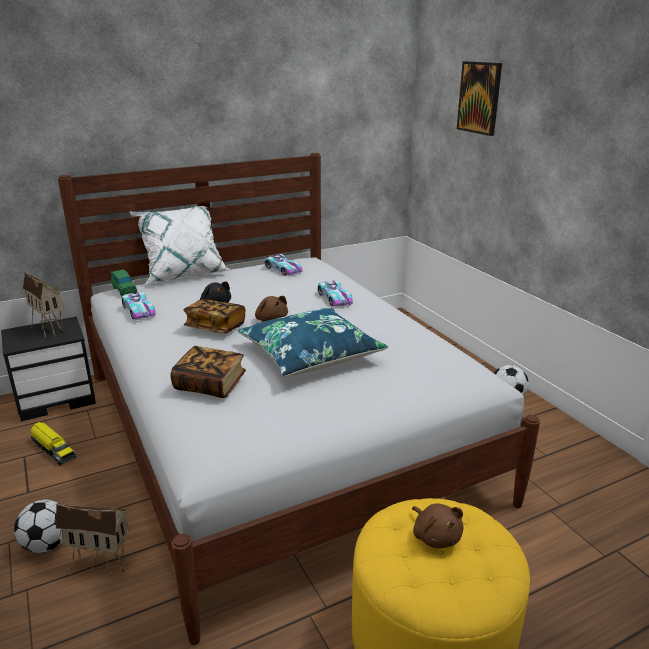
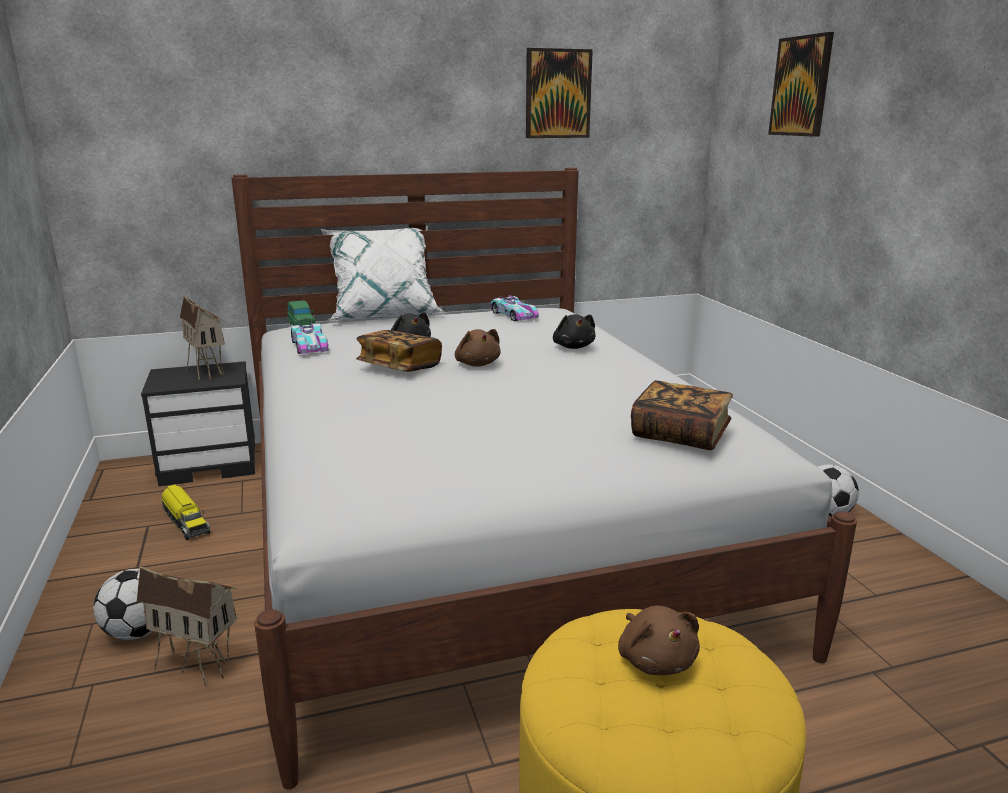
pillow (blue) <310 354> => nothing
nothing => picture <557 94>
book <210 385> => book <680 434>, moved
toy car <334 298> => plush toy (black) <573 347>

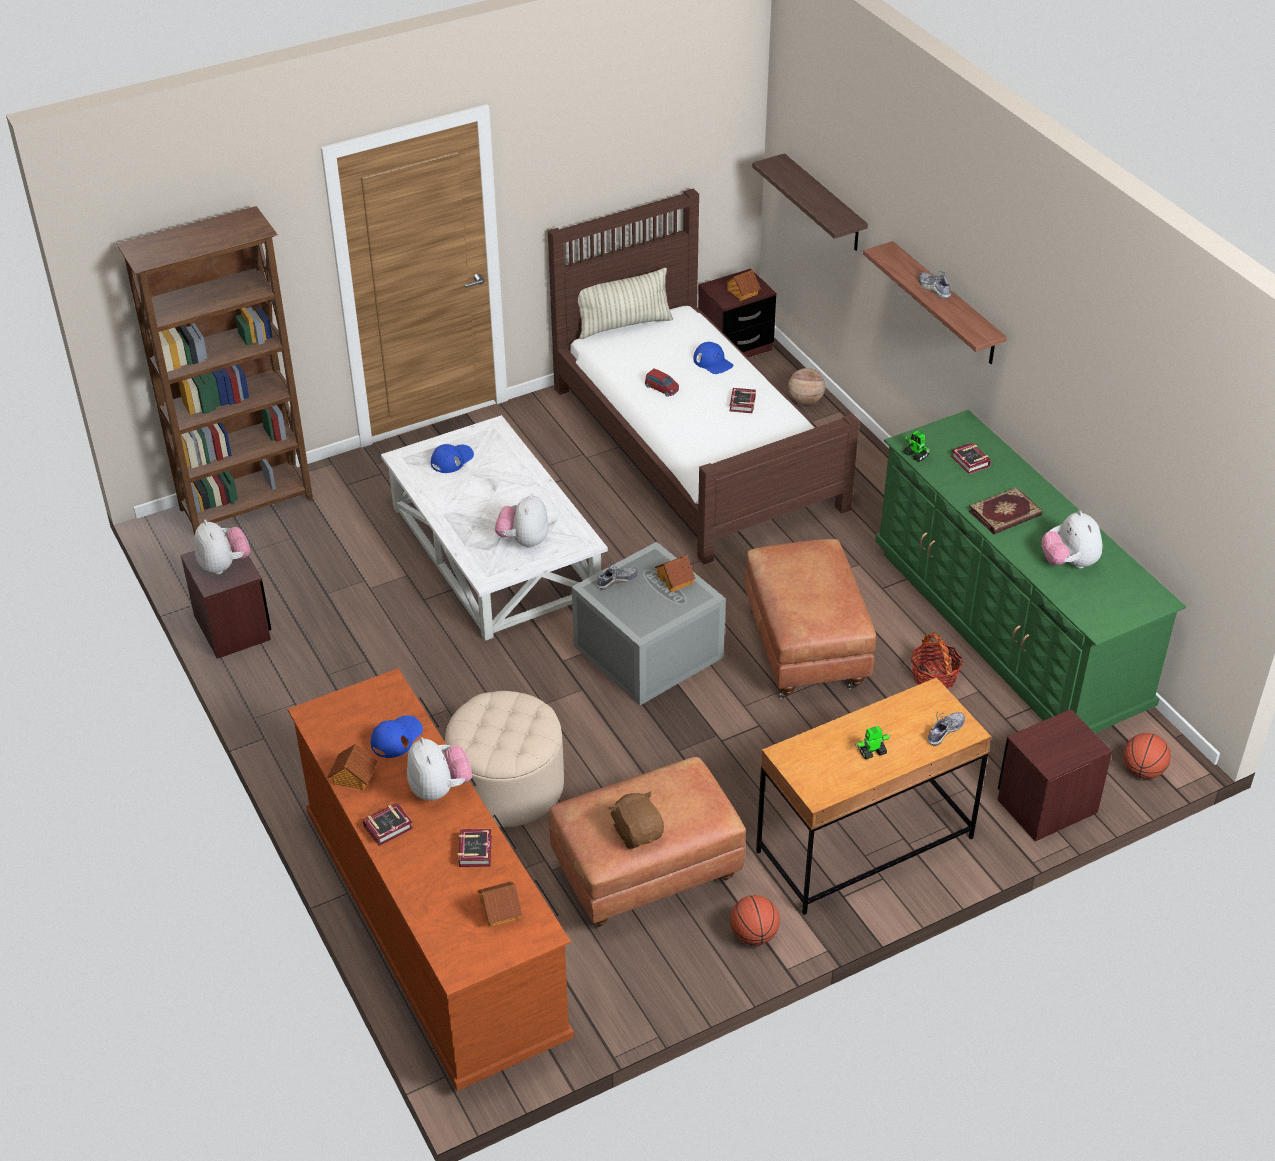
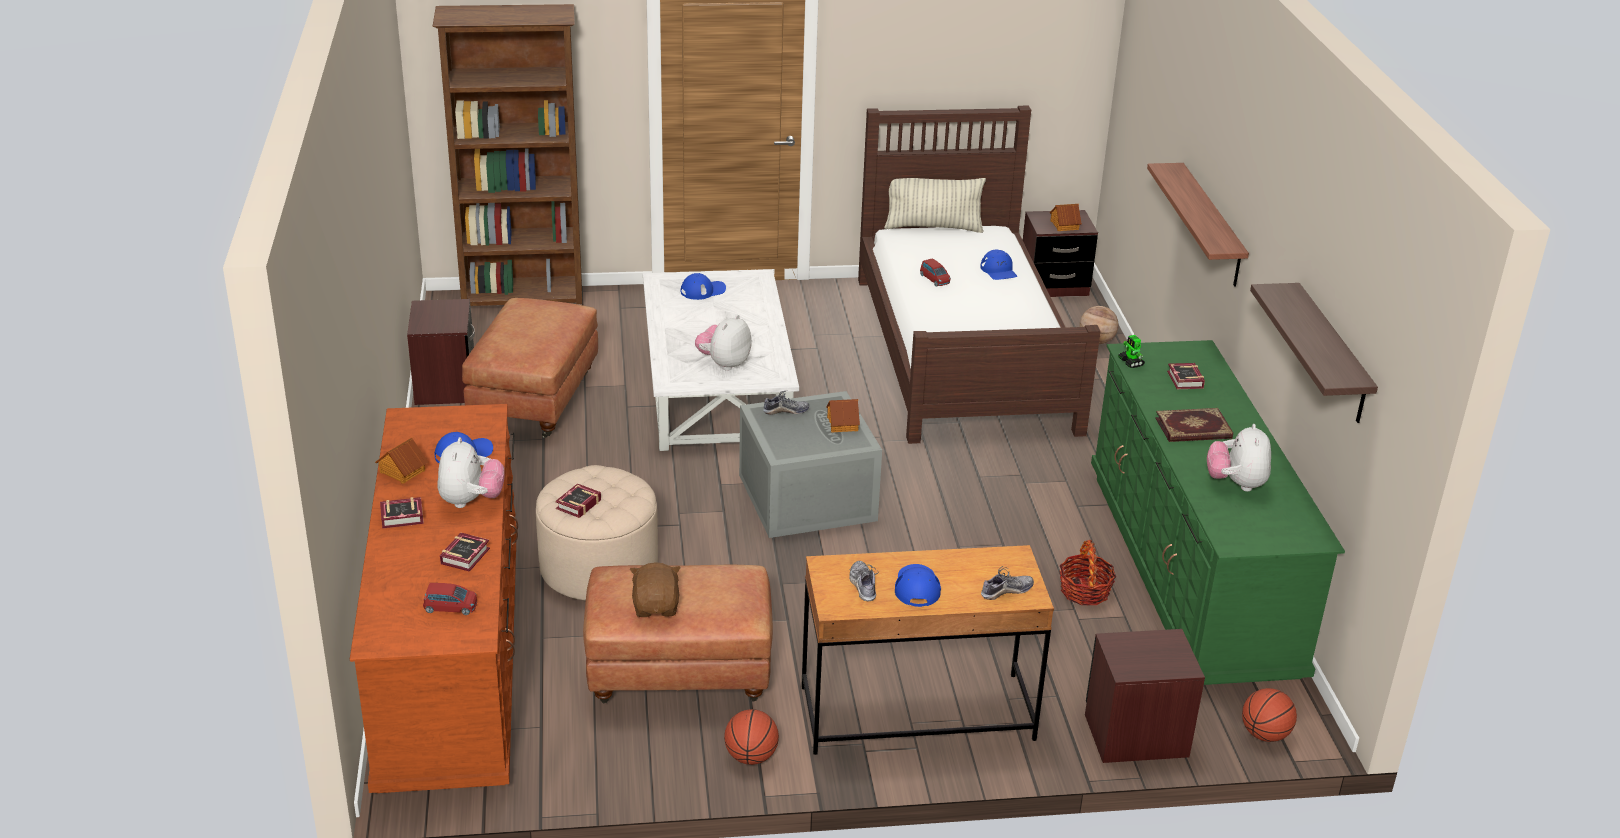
plush toy <224 565> => nothing
book <741 404> => book <576 505>, moved
ottoman (brown) <806 650> => ottoman (brown) <535 403>, moved
shelf <824 204> => shelf <1332 355>, moved
shoe <934 289> => shoe <863 585>, moved
toy house <499 909> => toy car (red) <451 607>
toy robot <871 751> => cap (blue) <917 587>

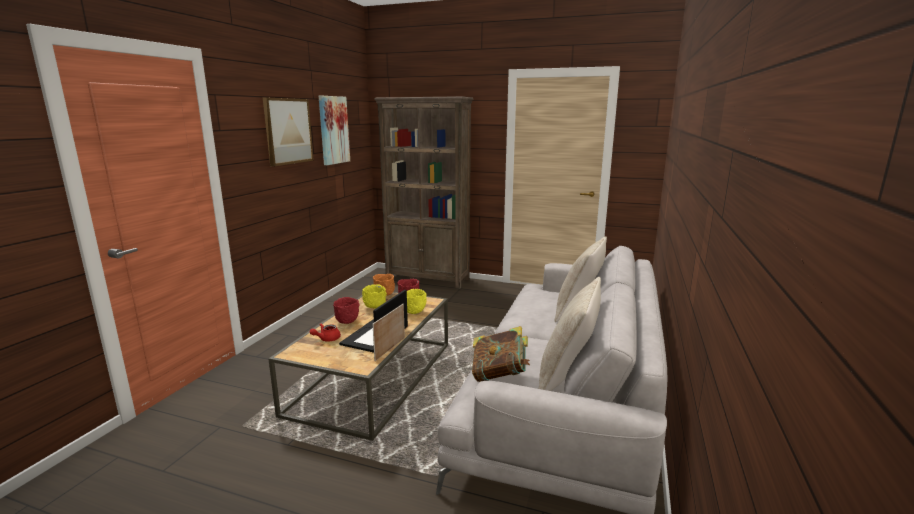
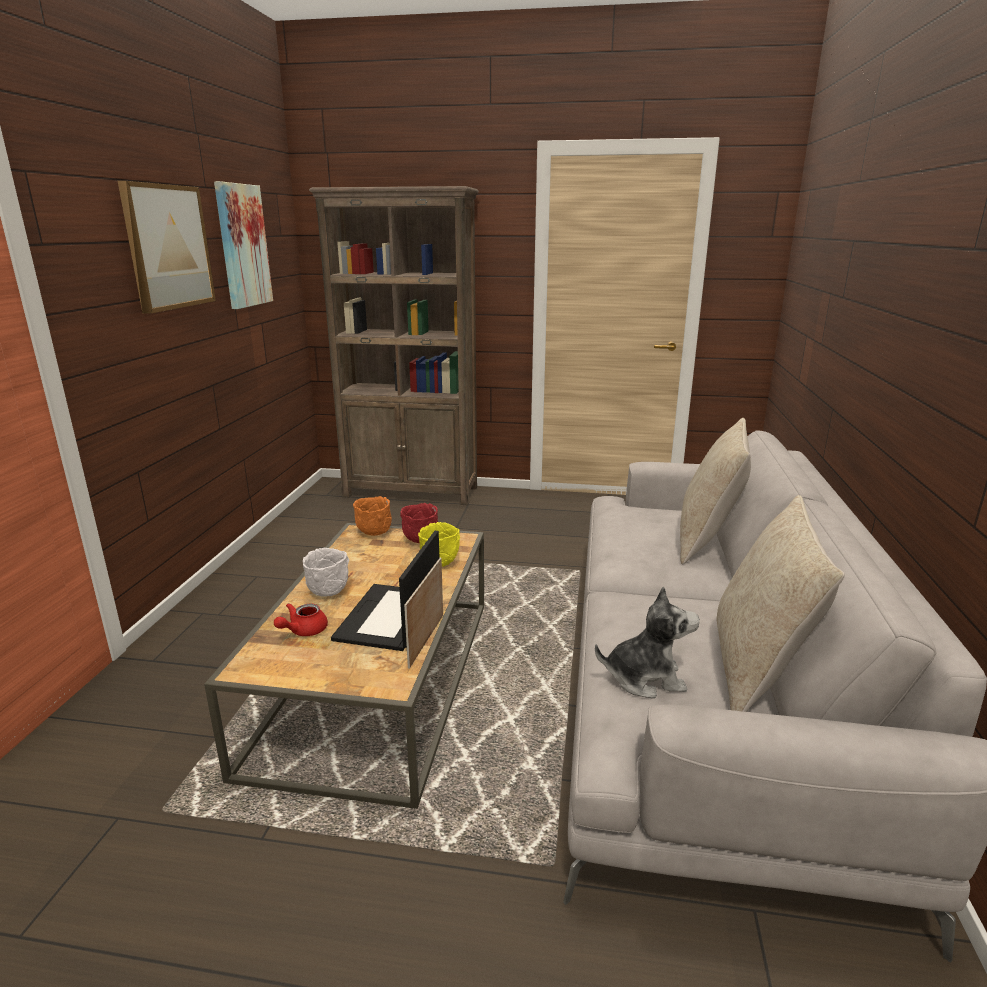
bowl (yellow) <374 307> => nothing
book <499 375> => plush toy <645 678>
bowl (red) <347 321> => bowl (white) <329 591>

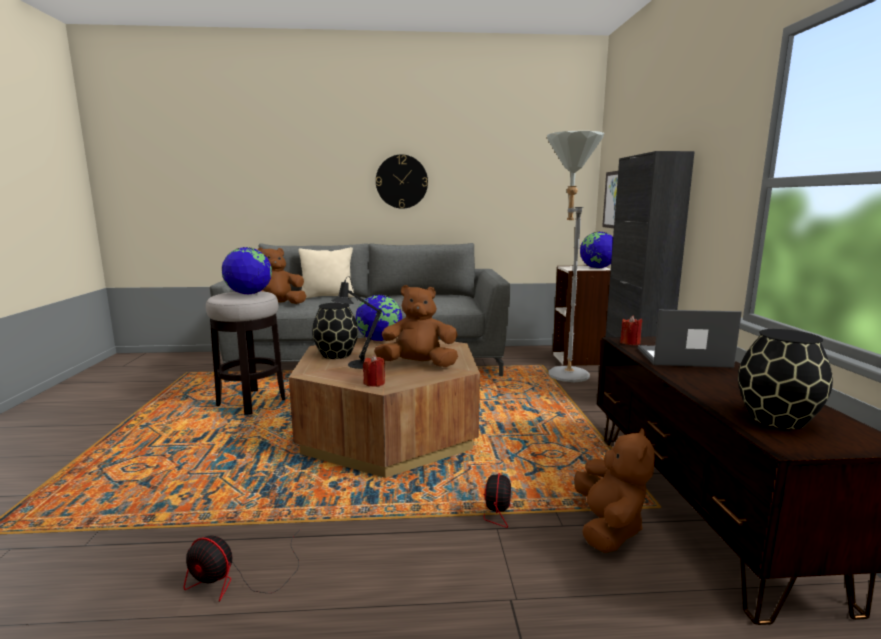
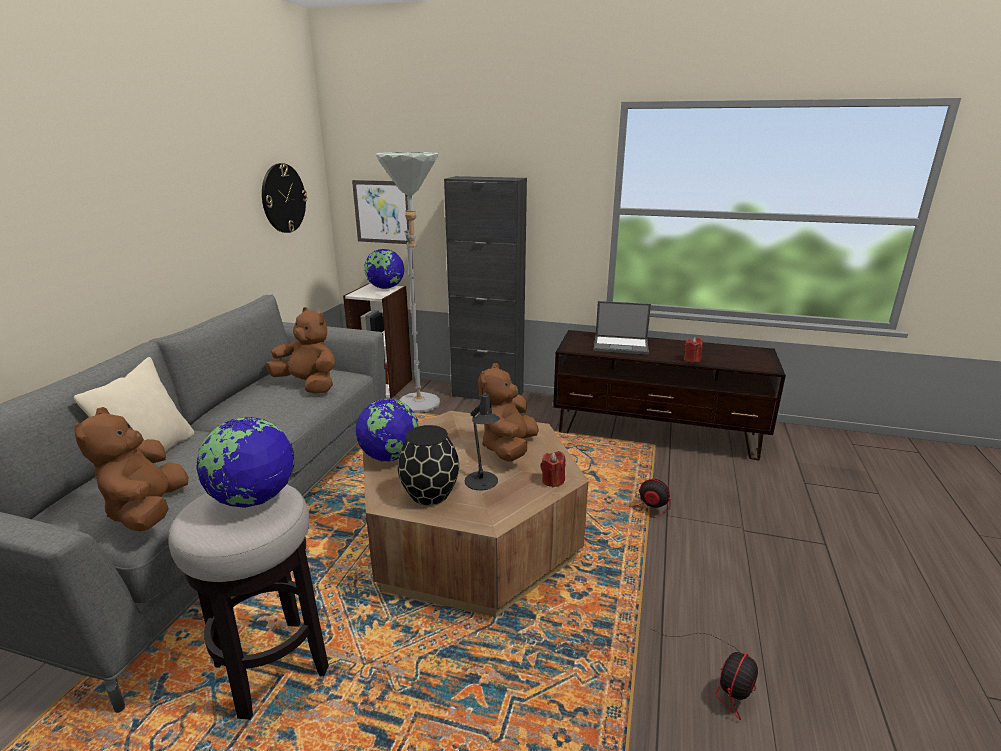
vase (black) <777 419> => nothing
wall clock <401 181> => wall clock <283 198>, moved
plush toy (brown) <608 528> => plush toy (brown) <308 385>, moved
candle (red) <630 343> => candle (red) <692 359>, moved
laptop <681 357> => laptop <621 345>, 105 degrees counterclockwise

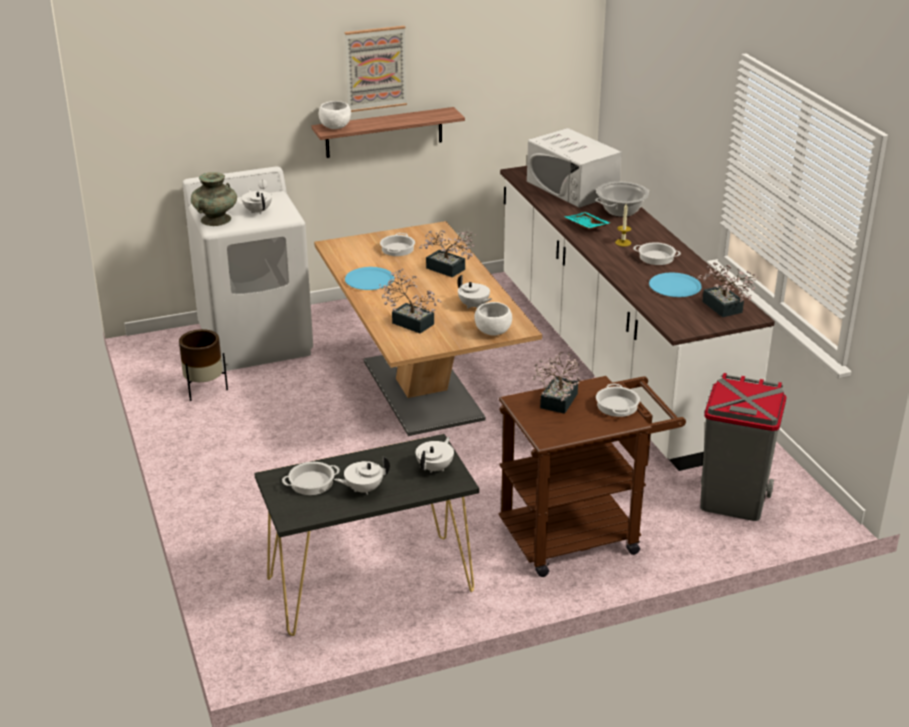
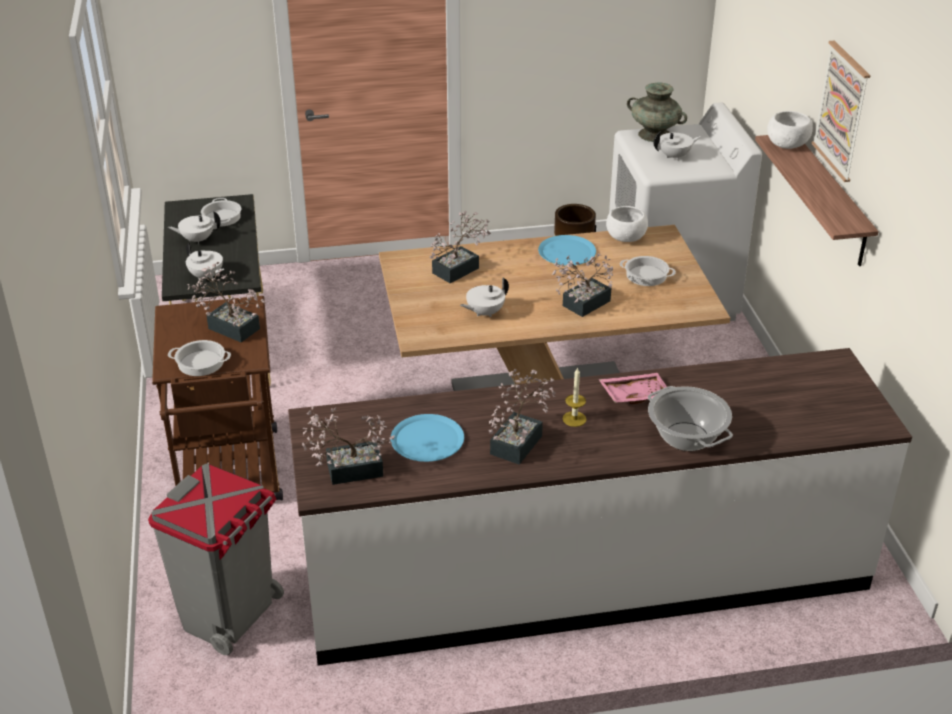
microwave (white) <572 188> => nothing
bowl (white) <492 332> => bowl (white) <625 238>, moved
cooking pot <656 257> => potted plant <520 441>
tray (turquoise) <586 226> => tray (pink) <635 395>
teapot (white) <363 489> => teapot (white) <197 240>, 90 degrees counterclockwise

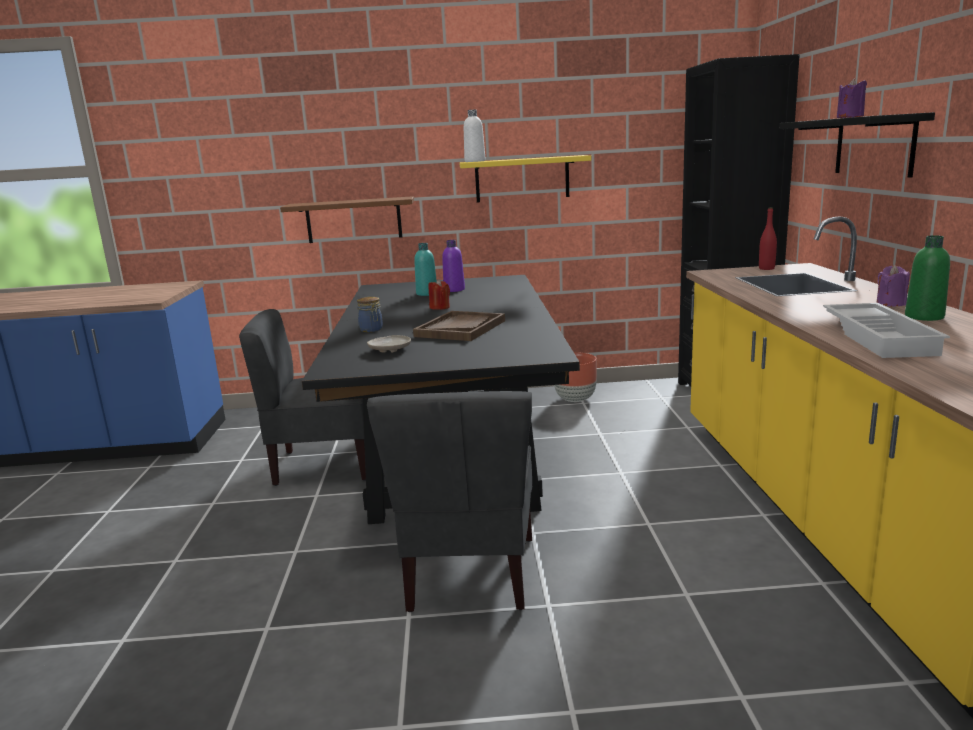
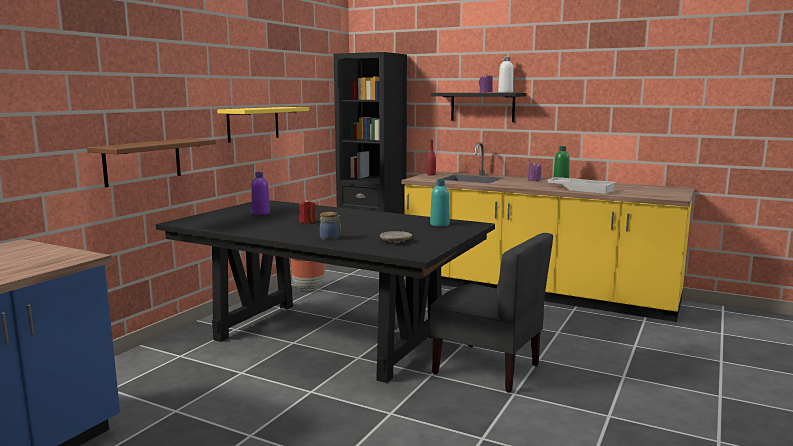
chair (grey) <325 465> => nothing
tray (brown) <460 328> => nothing
bottle (turquoise) <427 293> => bottle (turquoise) <439 224>, moved
bottle (white) <475 161> => bottle (white) <505 92>, moved

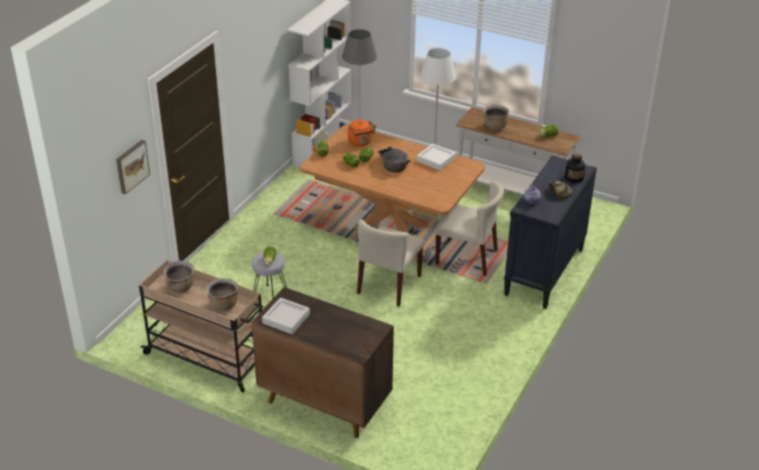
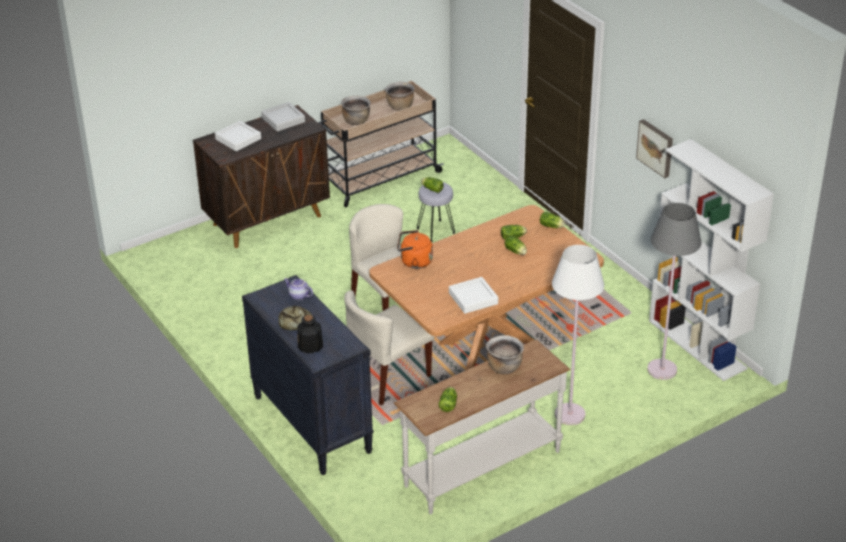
cooking pot <393 164> => nothing
nothing => tray (white) <238 139>
picture <131 166> => picture <656 147>, moved
kettle (orange) <361 142> => kettle (orange) <414 262>, moved

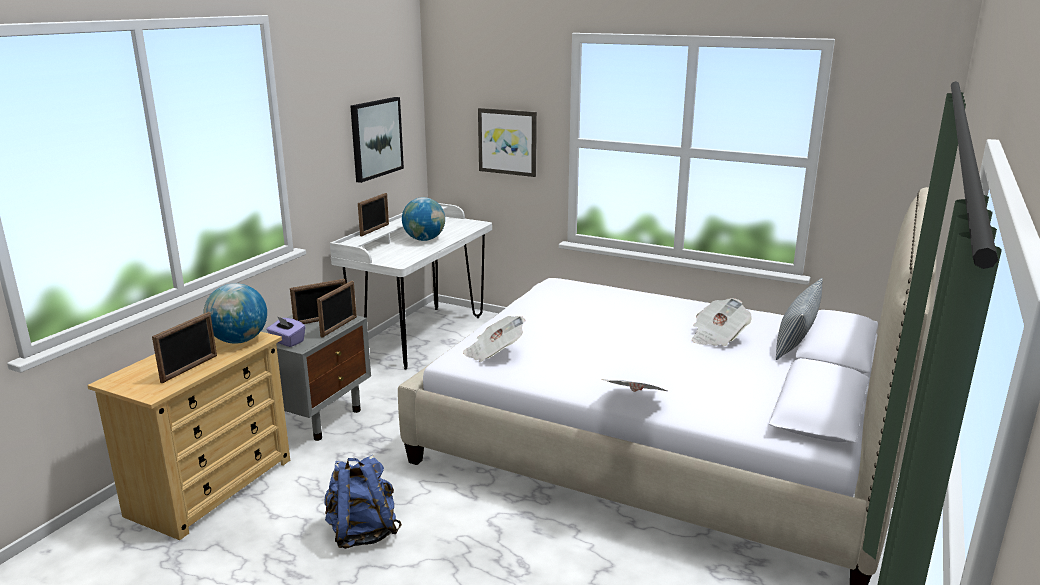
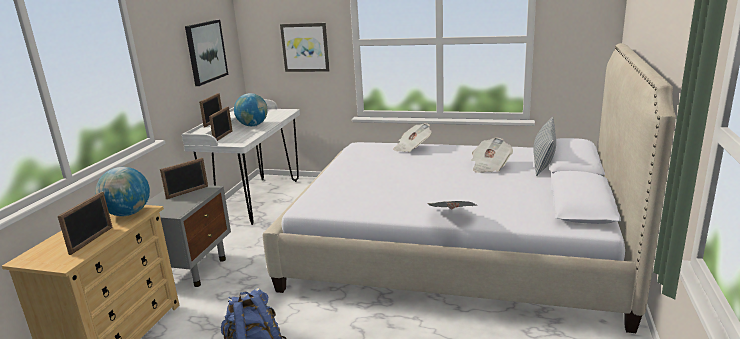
tissue box (purple) <287 341> => nothing
picture frame <339 327> => picture frame <223 136>, moved
newspaper <494 353> => newspaper <412 148>, moved

